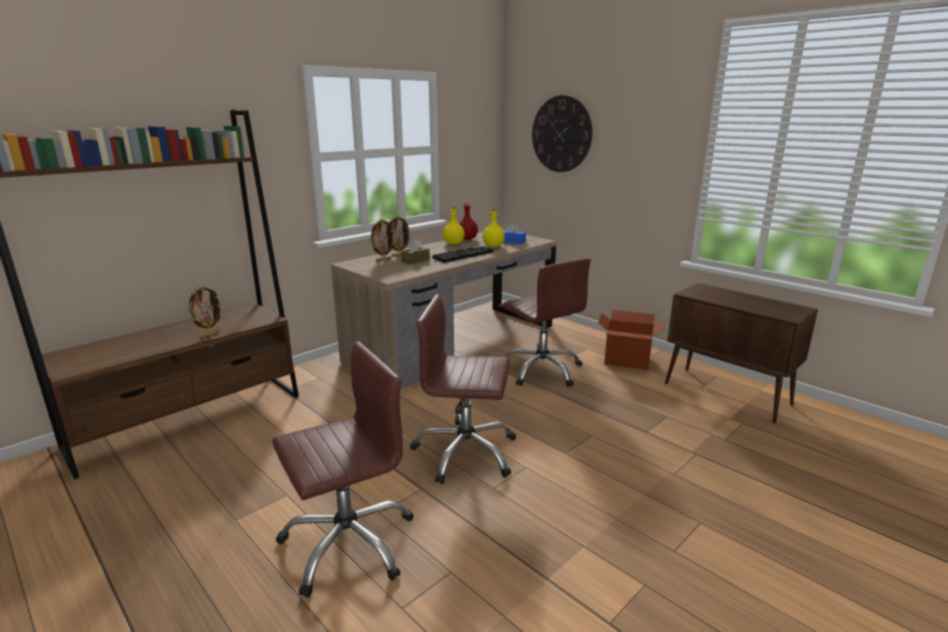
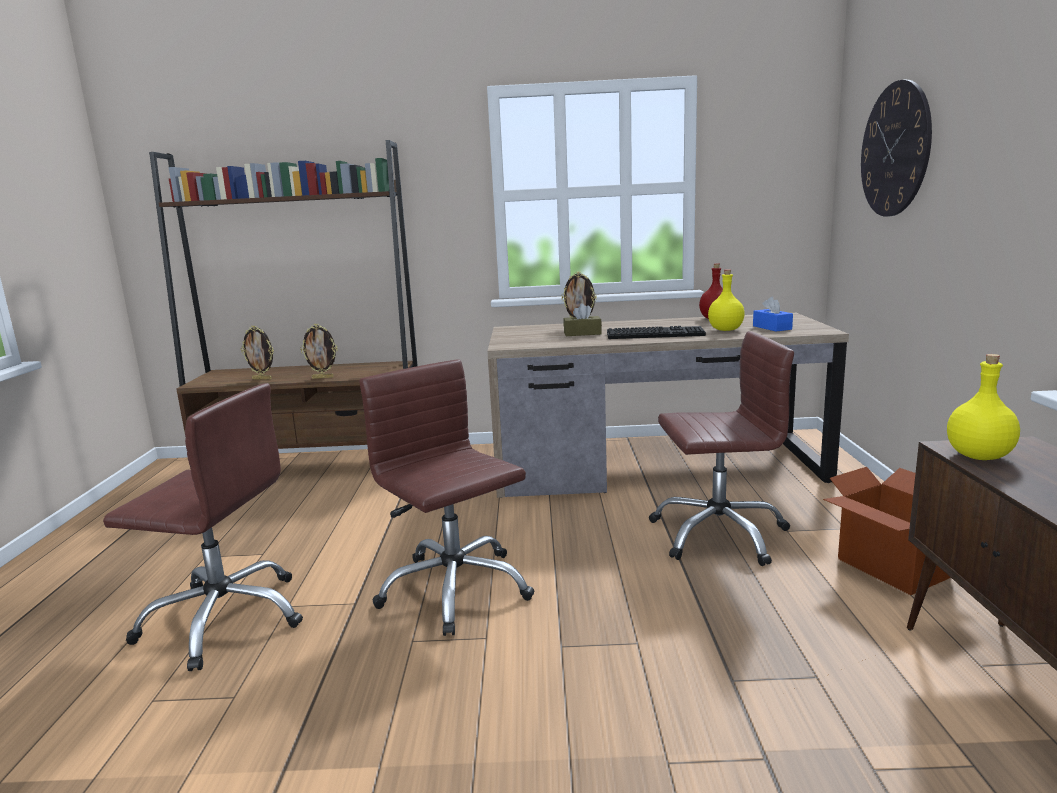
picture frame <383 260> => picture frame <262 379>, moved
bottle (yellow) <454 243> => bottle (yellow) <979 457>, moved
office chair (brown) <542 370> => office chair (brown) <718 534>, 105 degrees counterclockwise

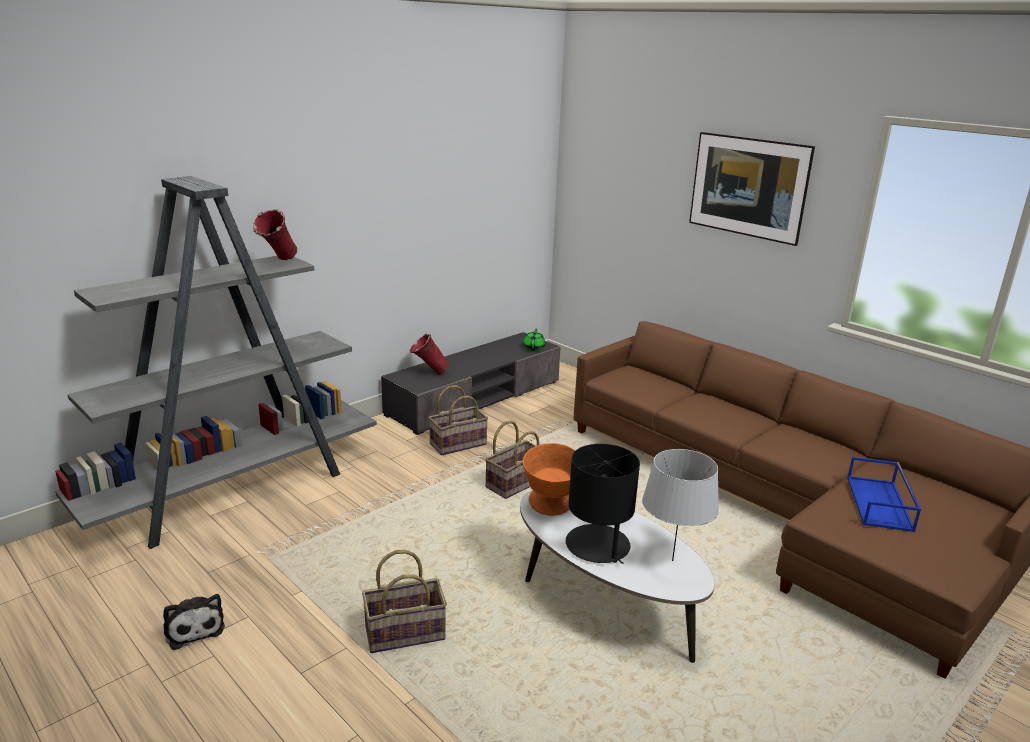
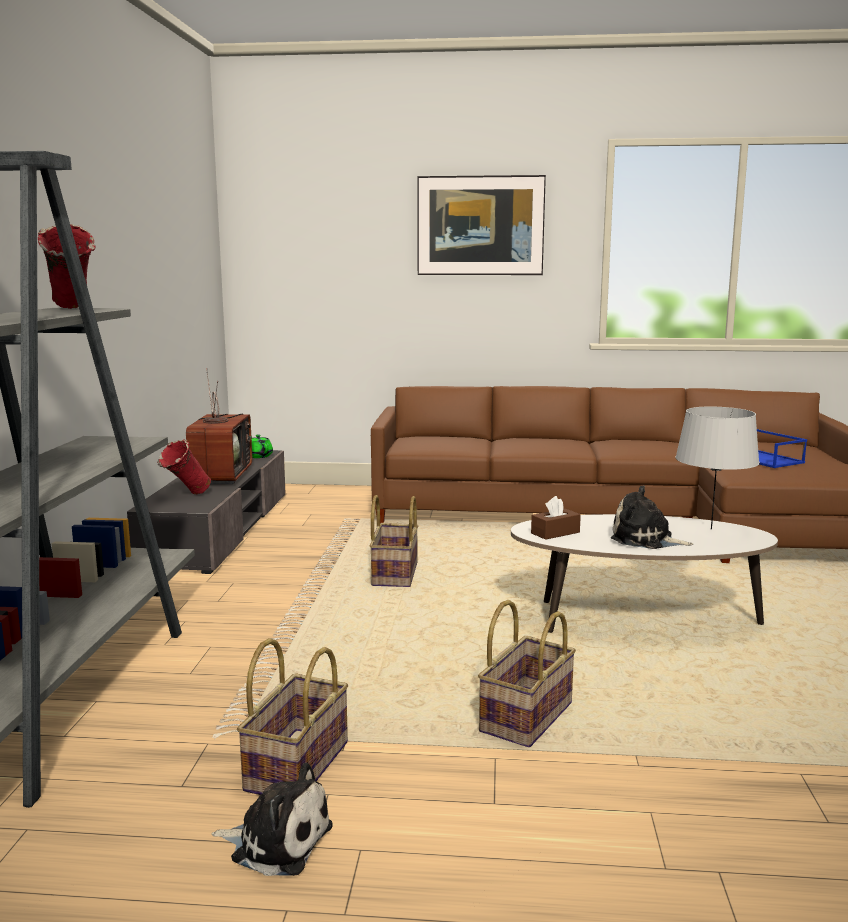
nothing => television <219 476>
basket <458 444> => basket <296 765>, moved
bowl (orange) <550 508> => tissue box (brown) <555 533>
table lamp (black) <598 546> => plush toy <645 539>

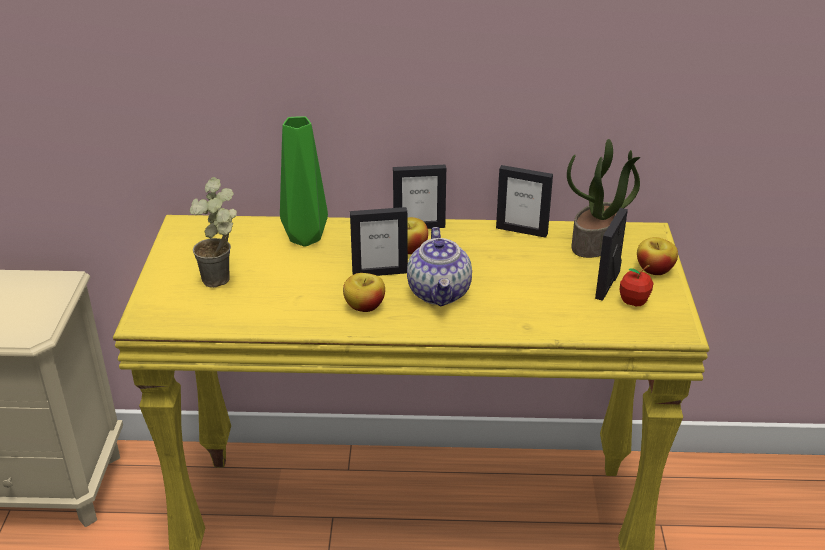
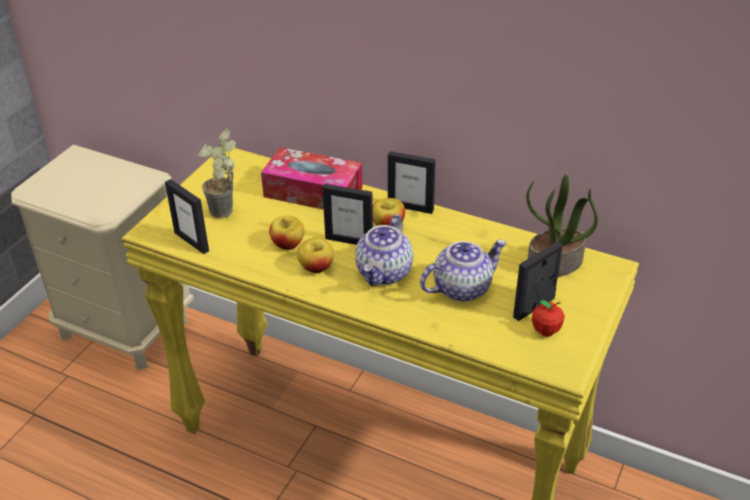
nothing => teapot <462 287>
picture frame <521 230> => picture frame <192 241>, moved
apple <654 270> => apple <287 244>, moved
vase (green) <305 237> => tissue box <313 192>

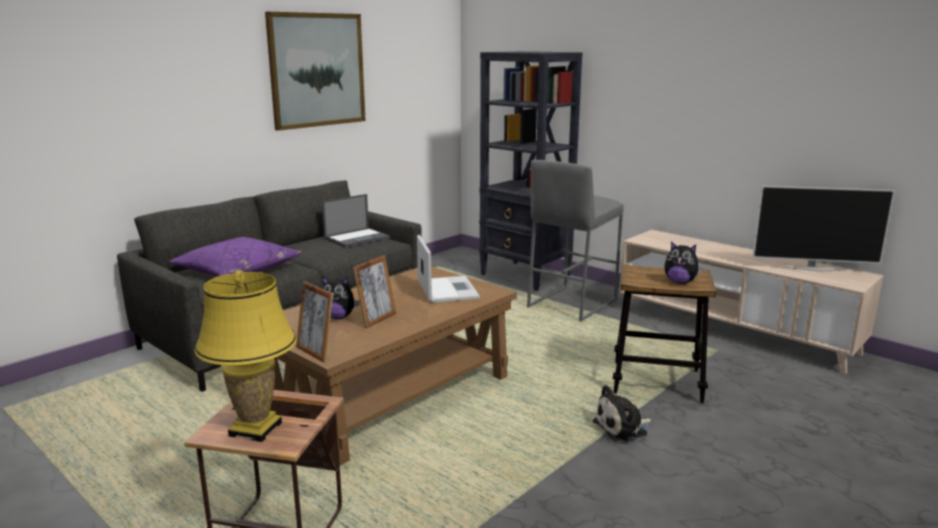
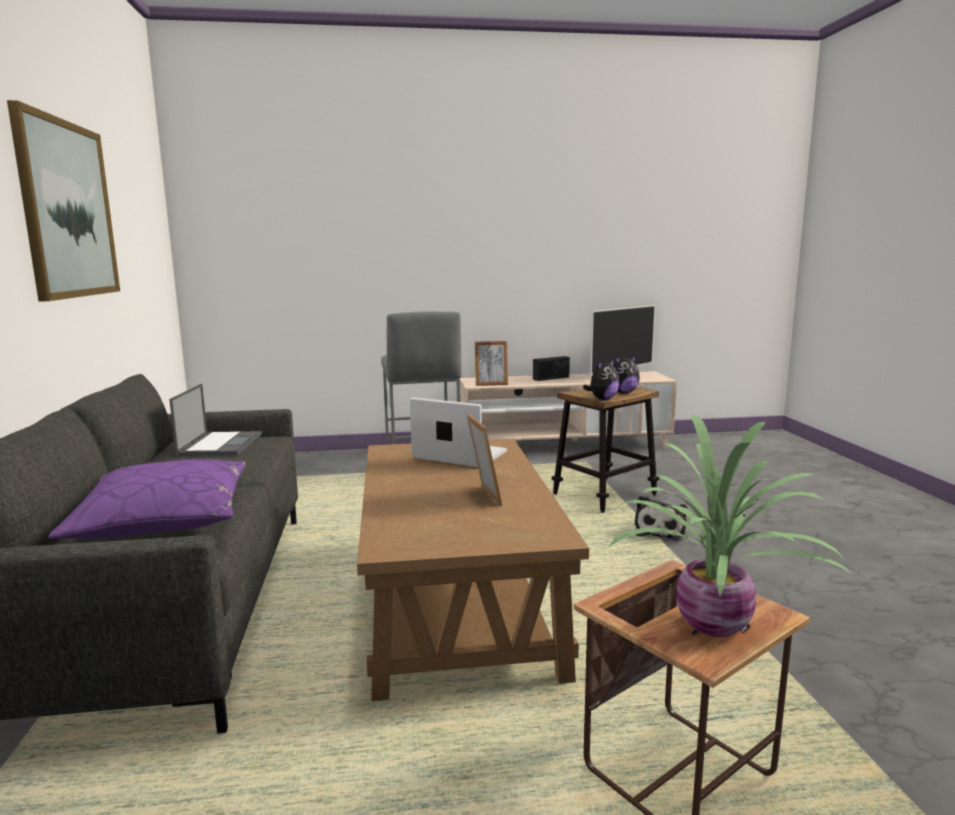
bookcase (black) <525 276> => nothing
nothing => radio <551 378>
picture frame <316 352> => picture frame <491 384>, moved
plush toy <338 317> => plush toy <602 399>, moved
table lamp (yellow) <255 429> => potted plant <716 623>

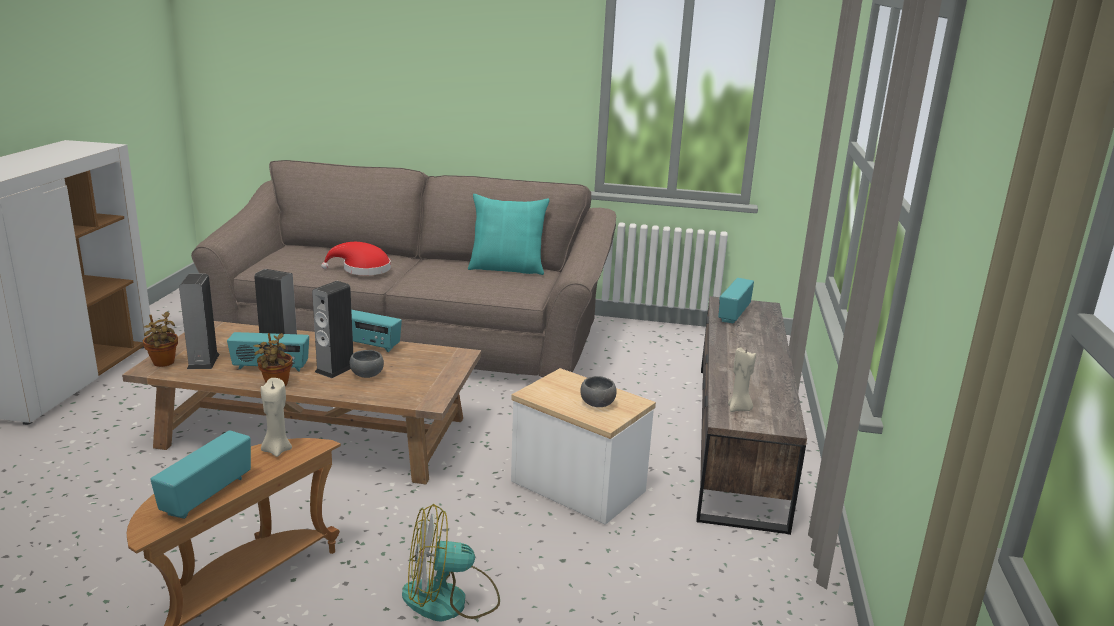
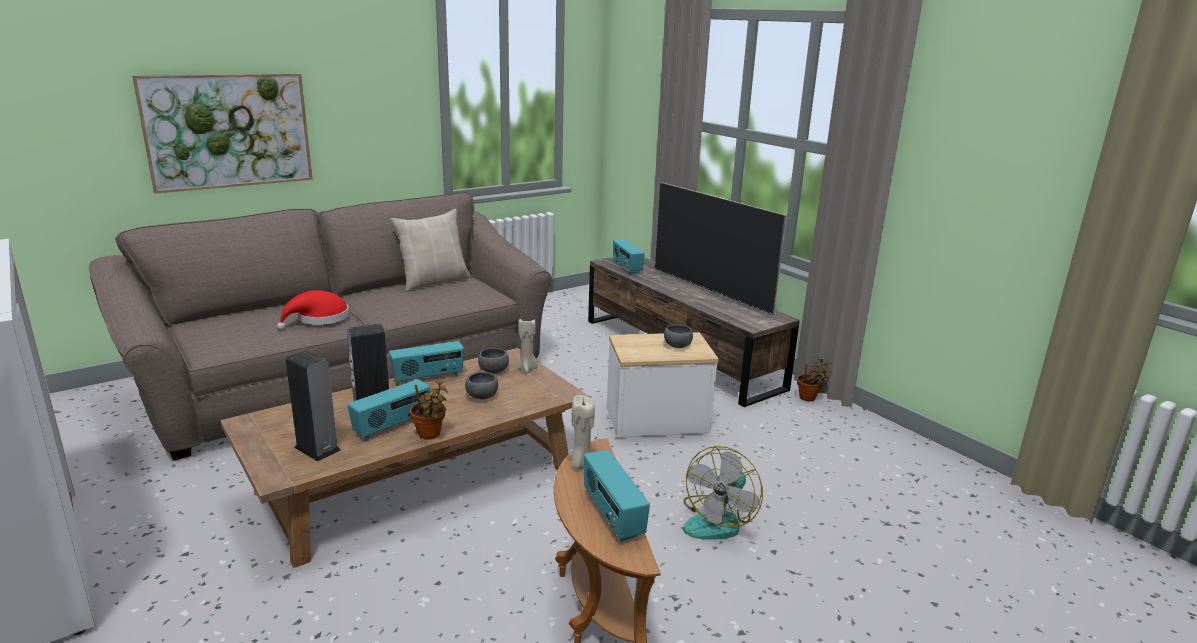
speaker <335 369> => nothing
nothing => picture <228 131>
nothing => bowl (grey) <493 371>
nothing => television <710 290>
potted plant <163 363> => potted plant <809 398>, moved
candle (beige) <739 409> => candle (beige) <527 369>, moved
pillow (turquoise) <507 268> => pillow (beige) <434 282>

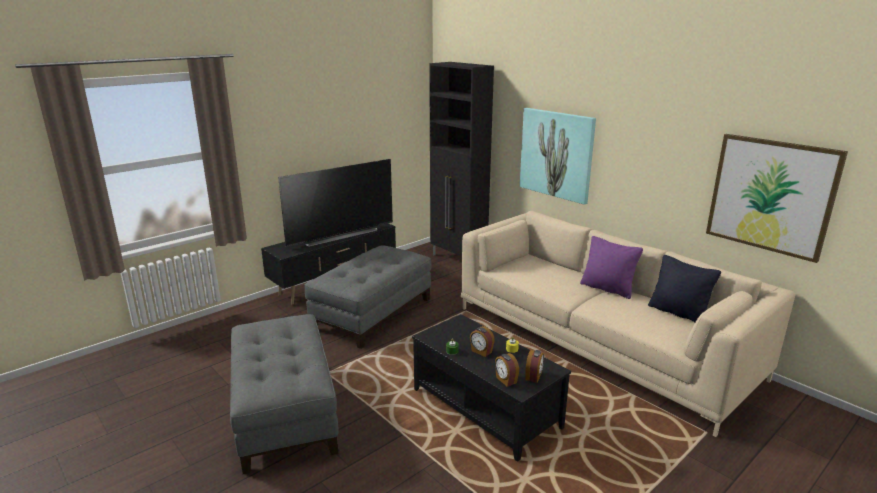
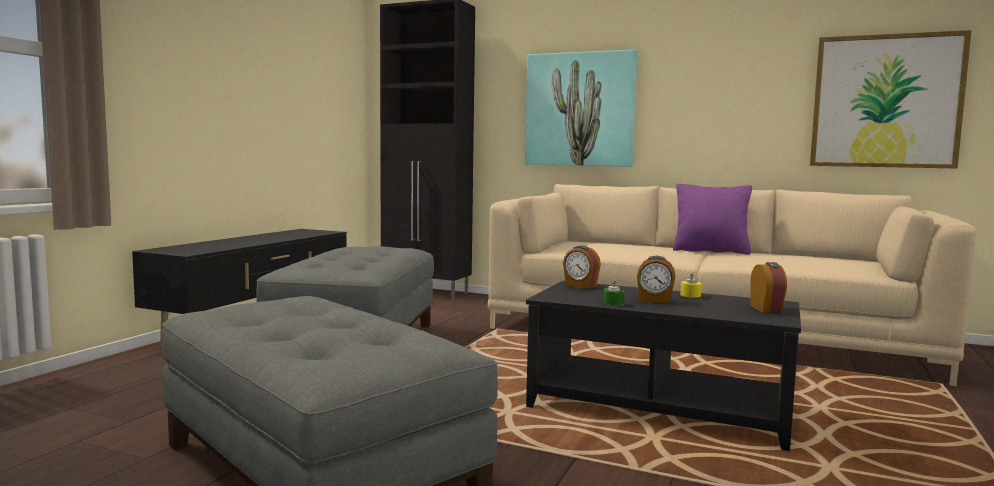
television <340 235> => nothing
pillow (black) <678 313> => nothing
alarm clock <505 380> => alarm clock <580 286>, moved

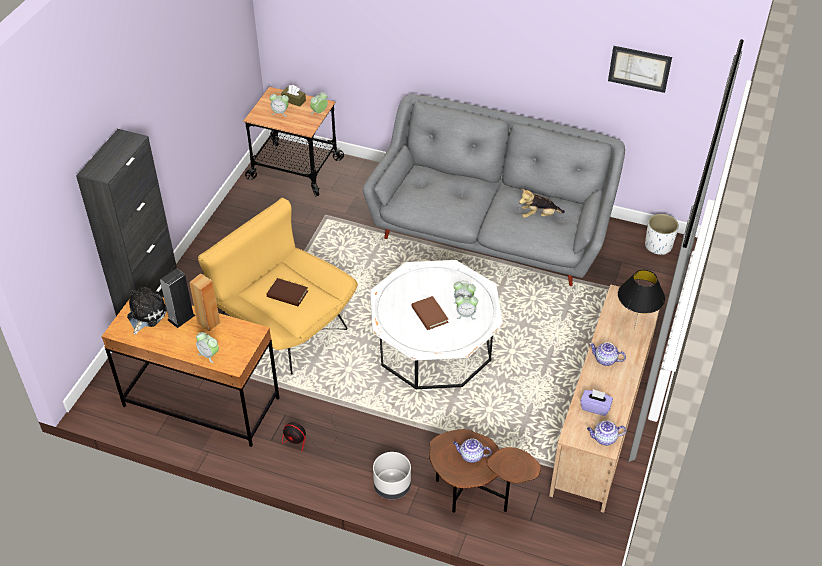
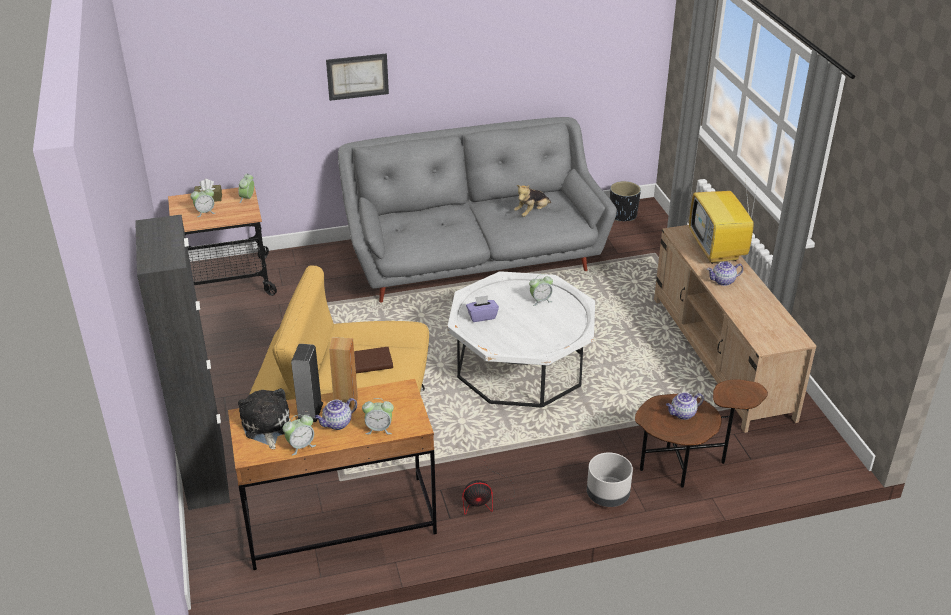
book (brown) <429 315> => nothing
alarm clock <466 315> => alarm clock <301 446>, moved
tissue box (purple) <595 407> => tissue box (purple) <482 316>, moved
teapot <604 439> => teapot <337 424>, moved
picture <639 68> => picture <357 76>, moved
table lamp (black) <634 329> => television <718 251>
planter (white) <658 246> => planter (black) <622 215>

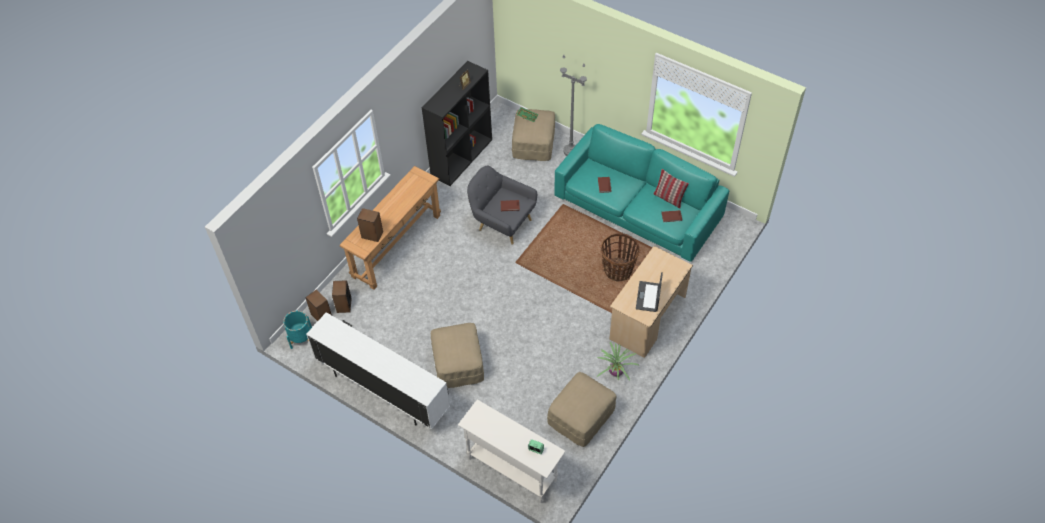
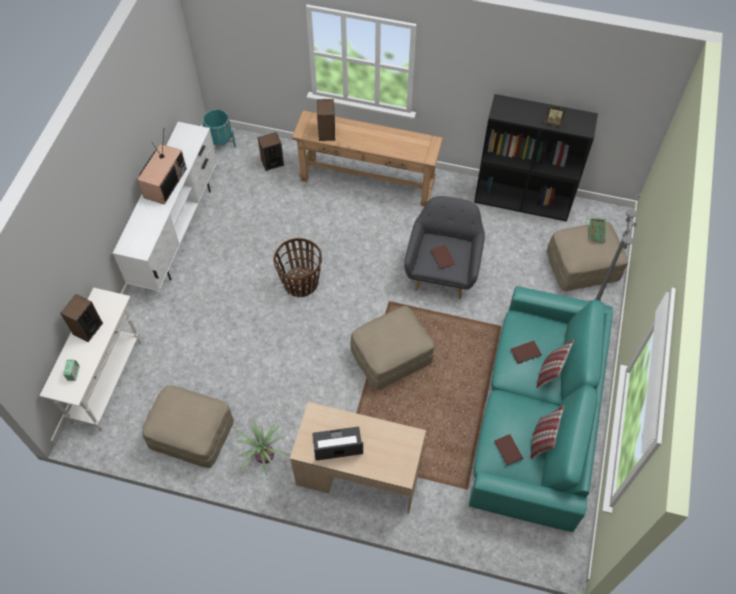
nothing => television <164 182>
nothing => pillow <550 372>
speaker <321 316> => speaker <87 329>, moved
ottoman (beige) <458 363> => ottoman (beige) <391 357>, moved
basket <618 270> => basket <300 283>, moved

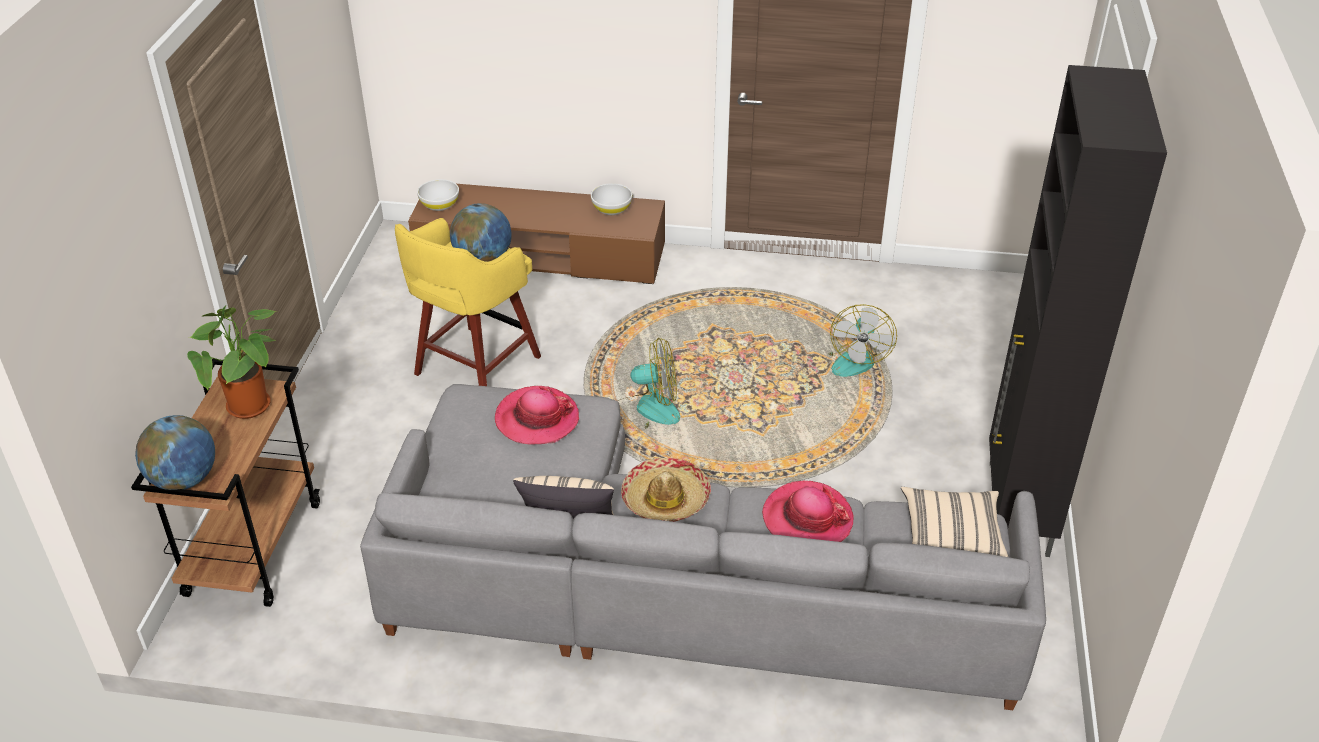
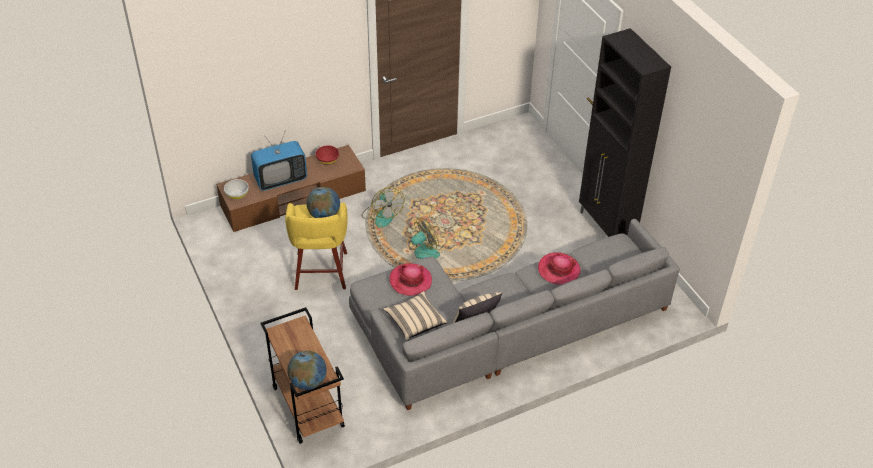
potted plant <252 409> => nothing
hat <665 499> => nothing
nothing => television <280 179>
fan <854 358> => fan <382 215>, moved
pillow (beige) <951 539> => pillow (beige) <415 322>, moved
bowl (white) <611 209> => bowl (red) <327 160>

